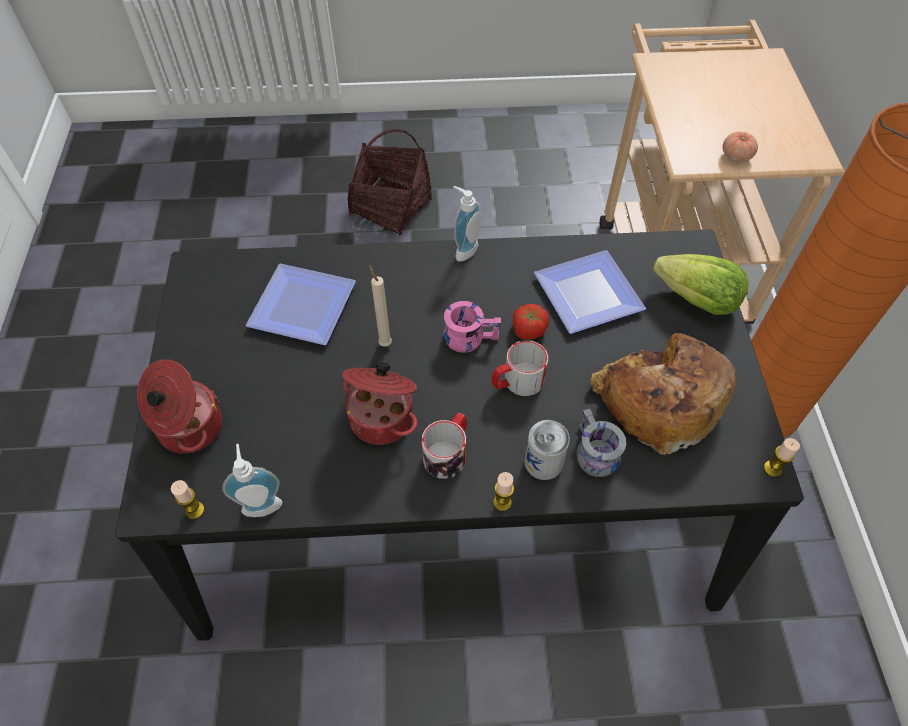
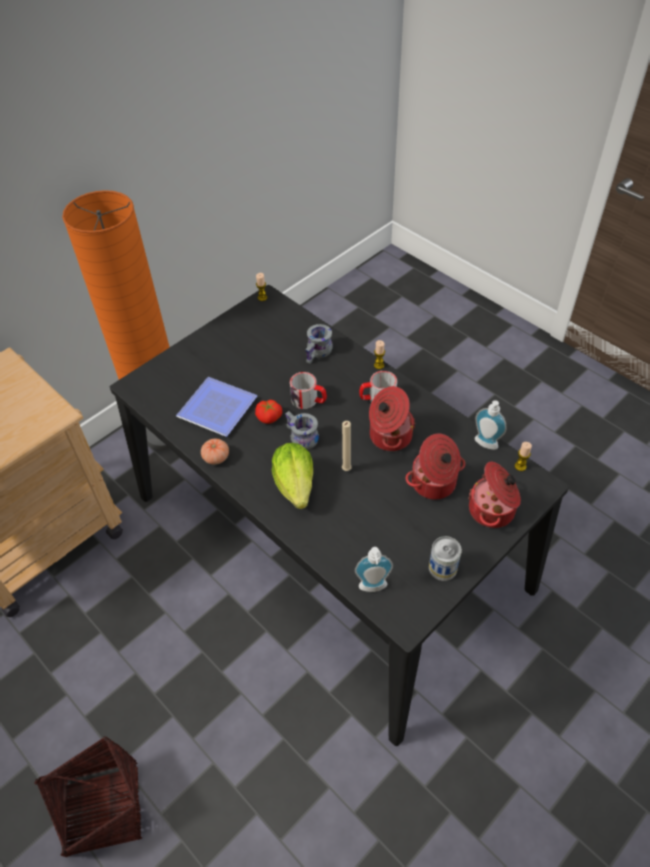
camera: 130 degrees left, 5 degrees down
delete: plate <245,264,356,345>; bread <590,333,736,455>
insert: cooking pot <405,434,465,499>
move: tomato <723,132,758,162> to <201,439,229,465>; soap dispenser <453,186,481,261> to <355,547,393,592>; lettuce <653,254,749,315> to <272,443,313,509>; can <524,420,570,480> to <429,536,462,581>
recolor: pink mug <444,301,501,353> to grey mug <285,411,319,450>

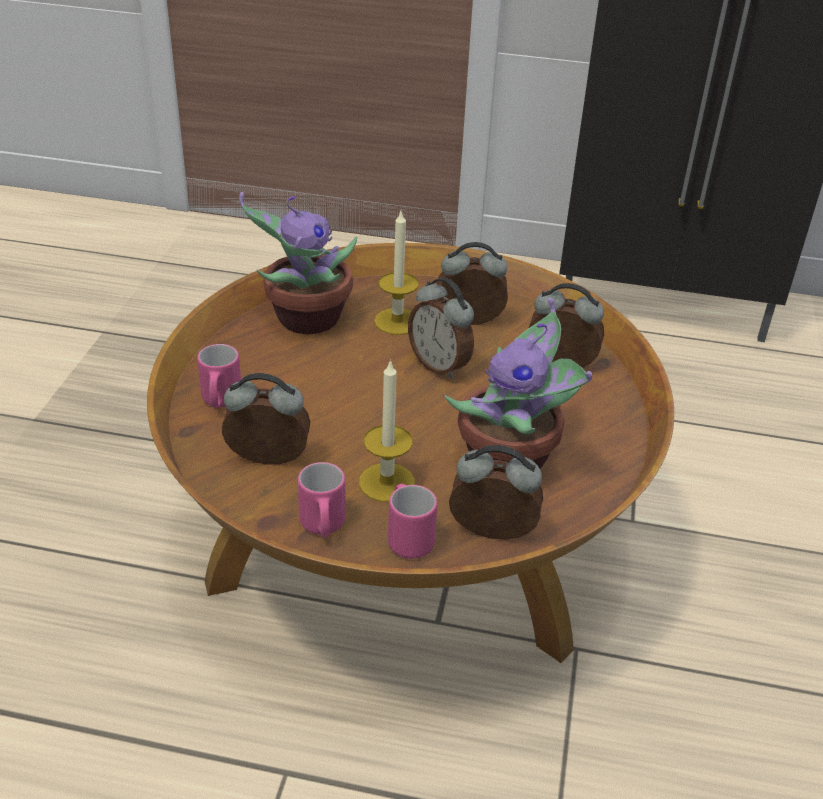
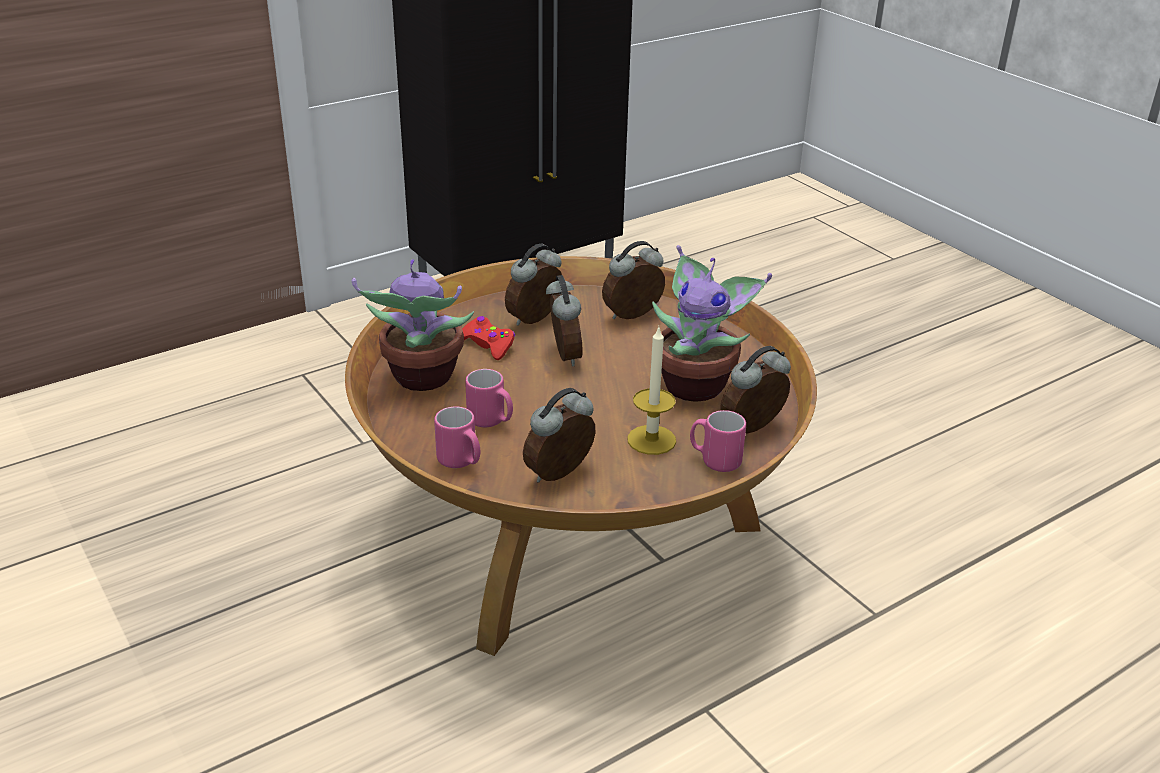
camera: 45 degrees left, 5 degrees down
move: pink mug <298,462,345,538> to <465,369,513,427>
replace: candle <374,209,419,335> to red game controller <462,316,515,360>
rotate: alarm clock <408,278,474,379> = <546,275,583,366> 105 degrees counterclockwise

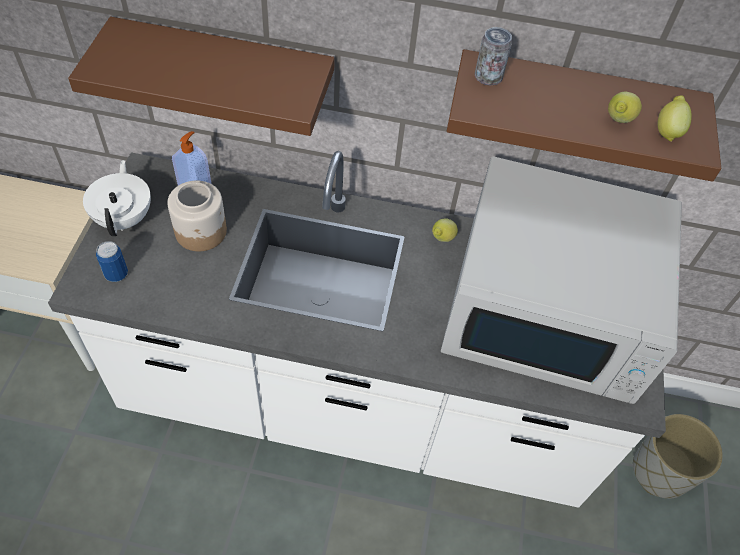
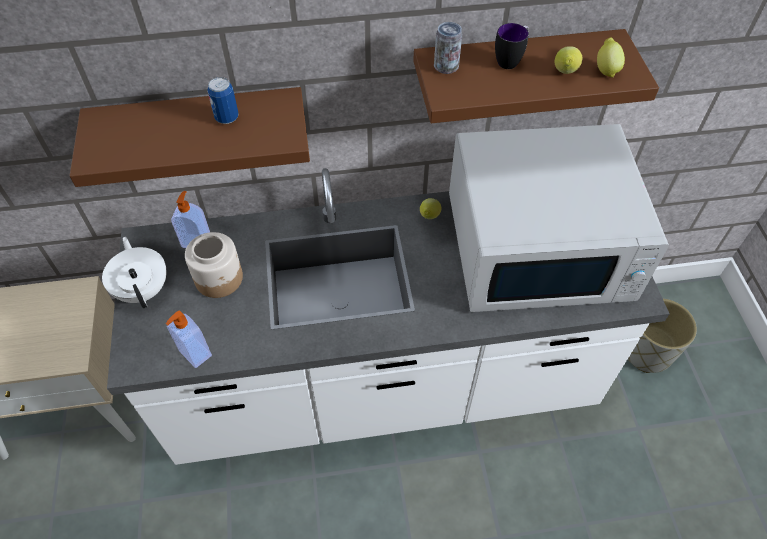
camera: 15 degrees left, 0 degrees up
insert: mug <495,23,529,69>; soap dispenser <166,310,212,368>
move: can <96,241,128,282> to <207,77,239,124>

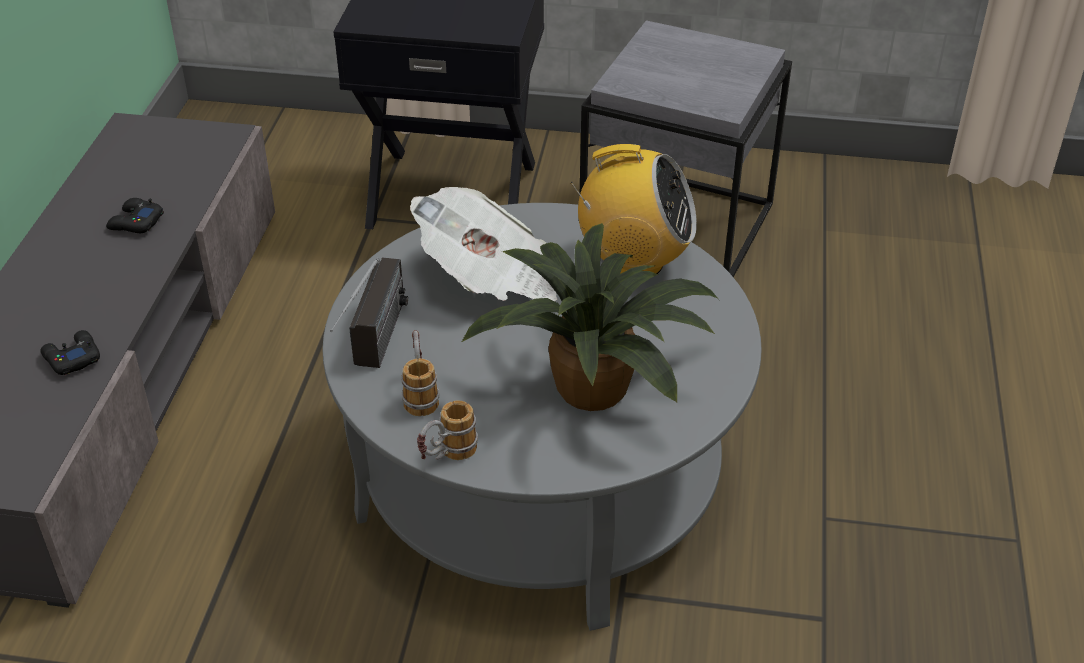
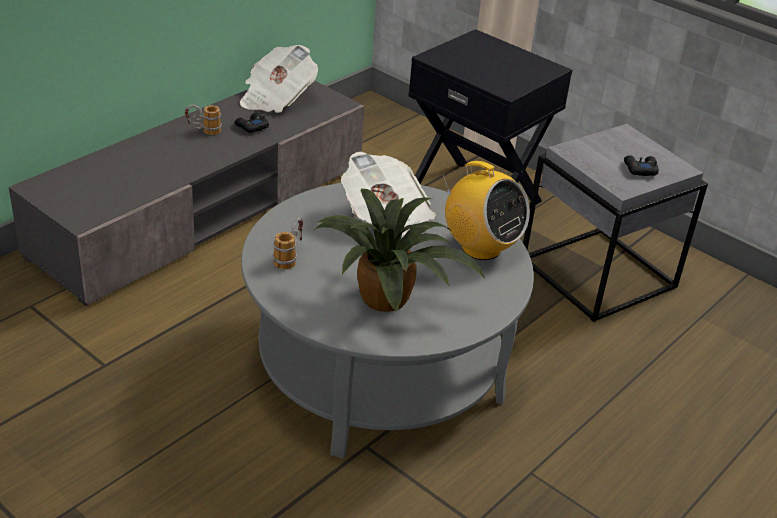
camera: 30 degrees right, 5 degrees down
delete: radio <330,257,408,368>
insert: newspaper <240,45,318,113>
move: black game controller <40,330,100,375> to <624,155,659,176>; mug <417,400,478,460> to <185,105,222,135>

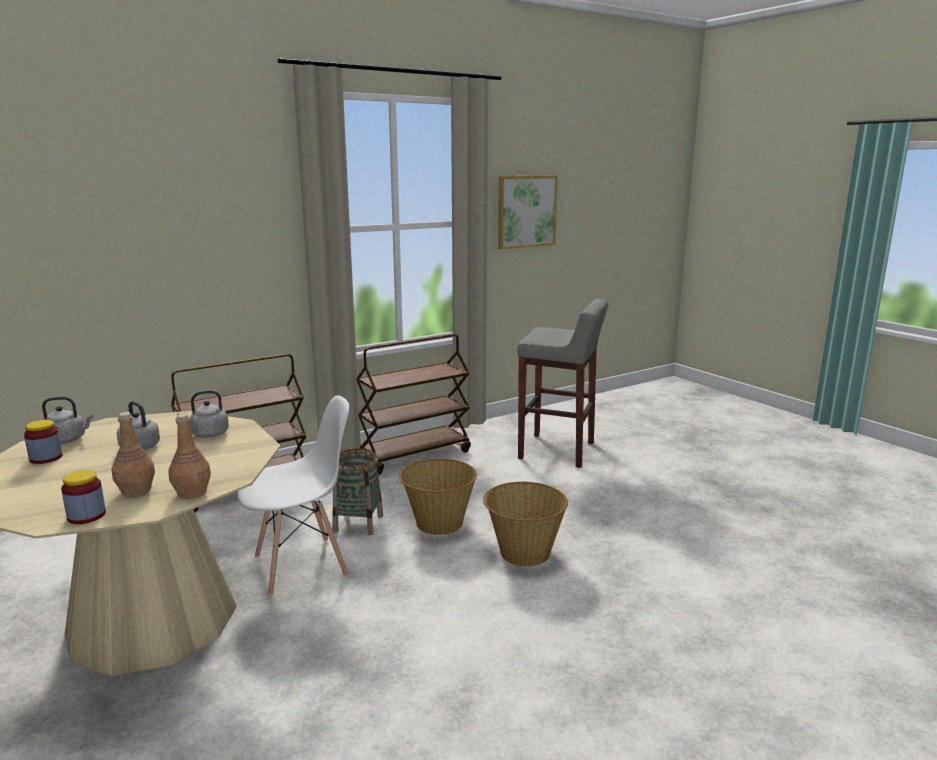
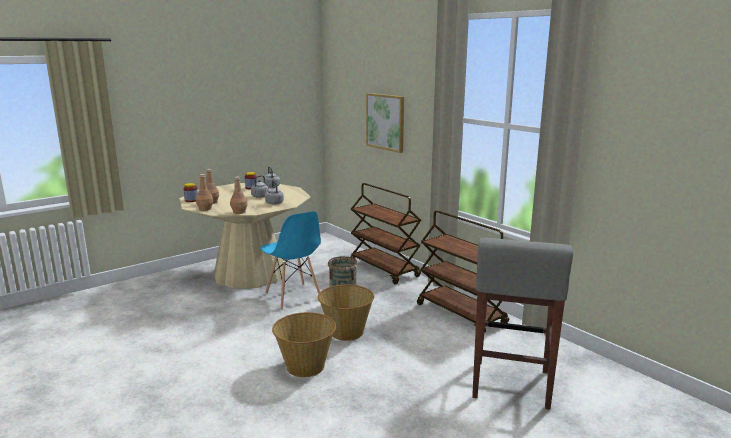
camera: 85 degrees right, 0 degrees up
insert: brown bottle <230,177,248,214>
move: picture <498,175,558,249> to <366,93,404,153>
recolor: white chair <238,395,349,595> to blue chair <260,211,321,310>

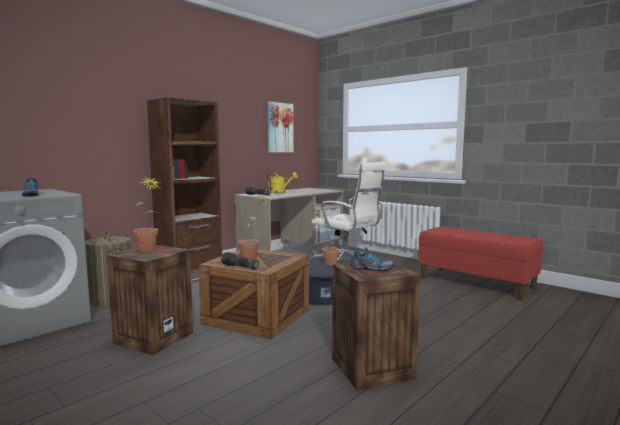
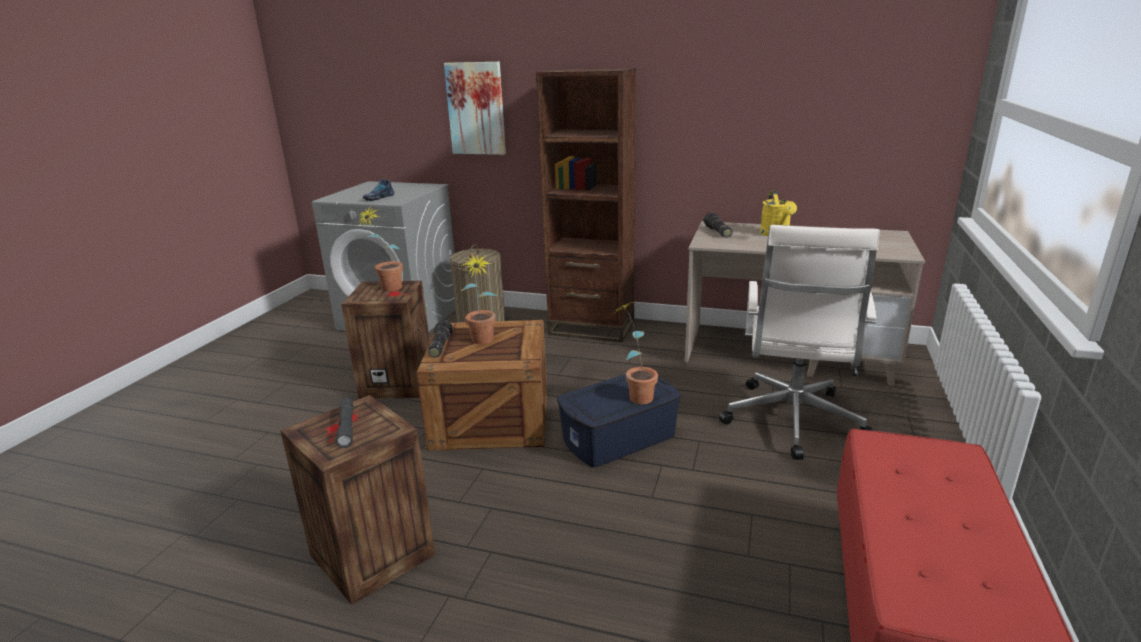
camera: 65 degrees right, 15 degrees up
move: picture <268,102,294,153> to <444,62,506,155>
replace: shoe <351,247,395,271> to grey flashlight <336,398,354,448>

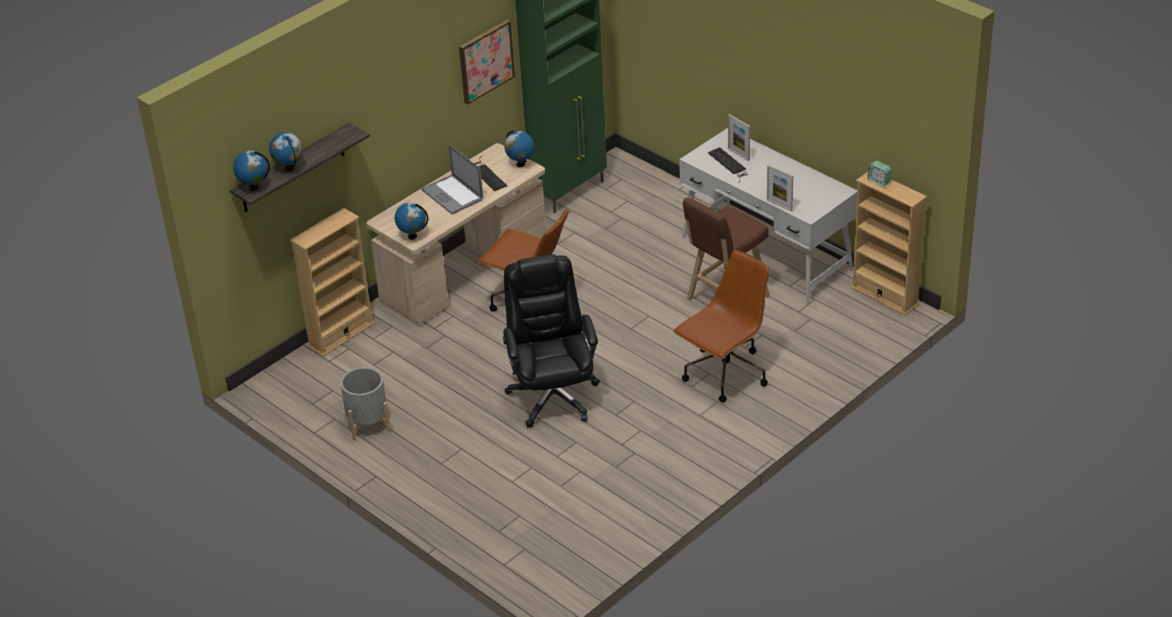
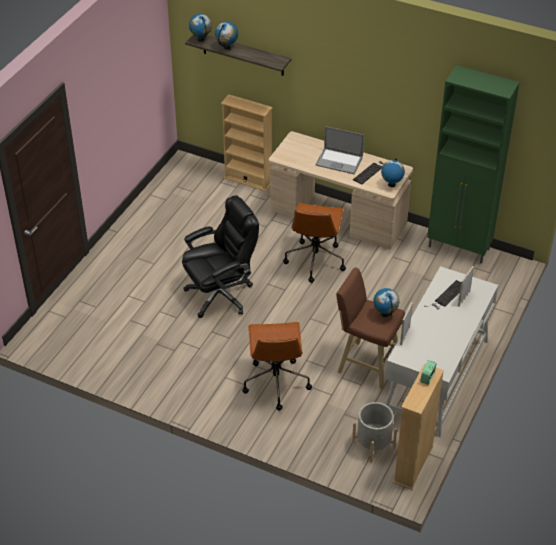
camera: 70 degrees right, 5 degrees up
delete: picture <459,20,515,105>
move: globe <395,202,428,240> to <373,288,399,317>; grey planter <341,367,391,441> to <352,402,397,463>
rotate: laptop <421,144,483,214> = <316,126,364,174> 105 degrees counterclockwise; brown office chair <673,250,770,403> = <242,322,312,411> 60 degrees clockwise

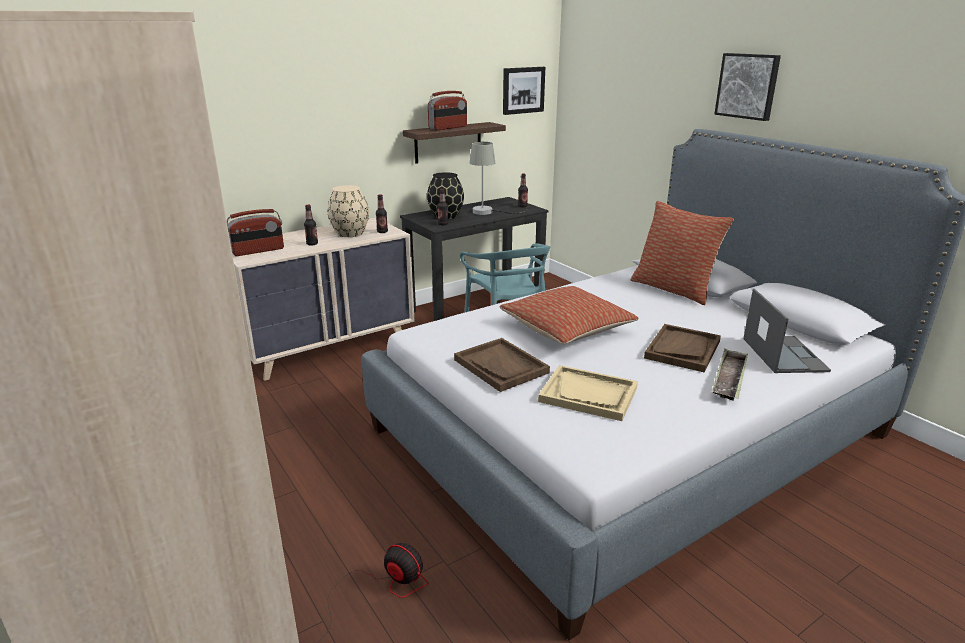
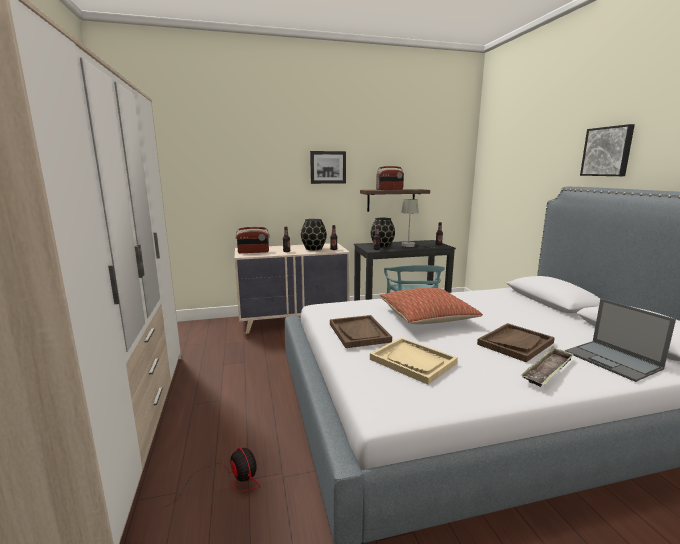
camera: 20 degrees right, 10 degrees down
delete: pillow <631,201,734,305>
move: picture <503,67,545,115> to <310,151,346,184>
recolor: beige vase <327,185,369,237> to black vase <301,219,327,250>
rotate: laptop <743,289,831,373> = <565,299,676,382> 135 degrees clockwise

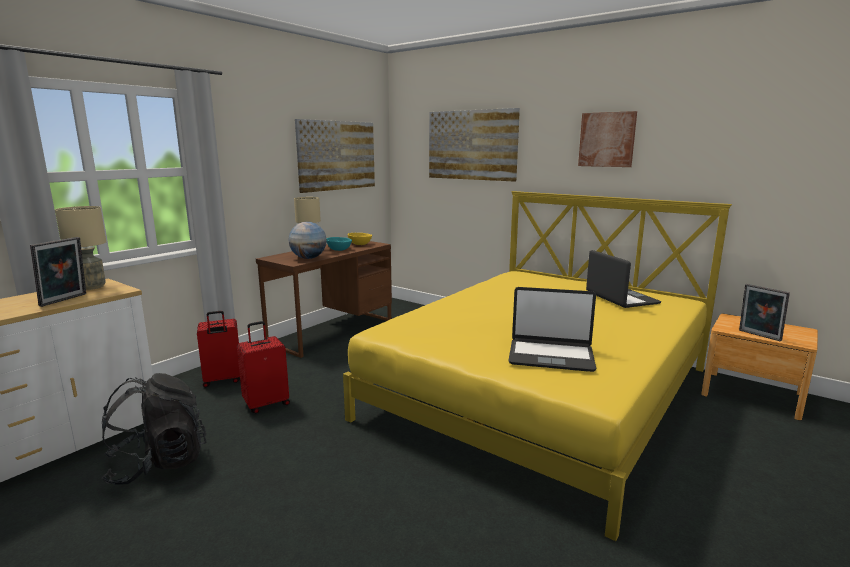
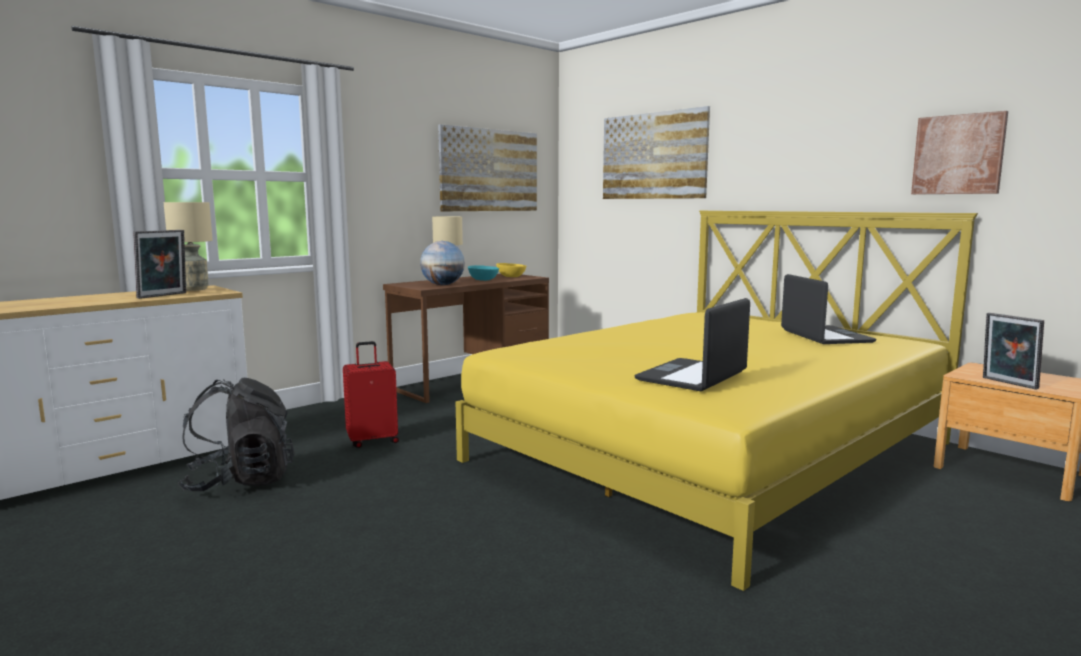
camera: 10 degrees right, 5 degrees down
delete: red suitcase <197,311,240,387>
move: picture <578,111,637,167> to <911,111,1008,194>
rotate: laptop <508,287,596,372> = <635,298,750,391> 105 degrees clockwise

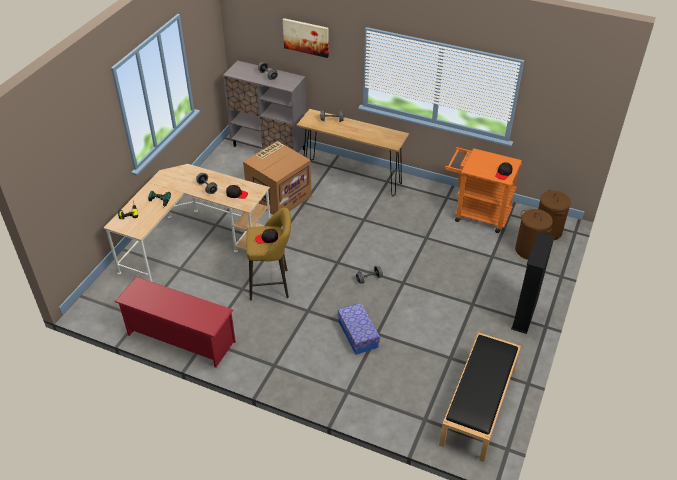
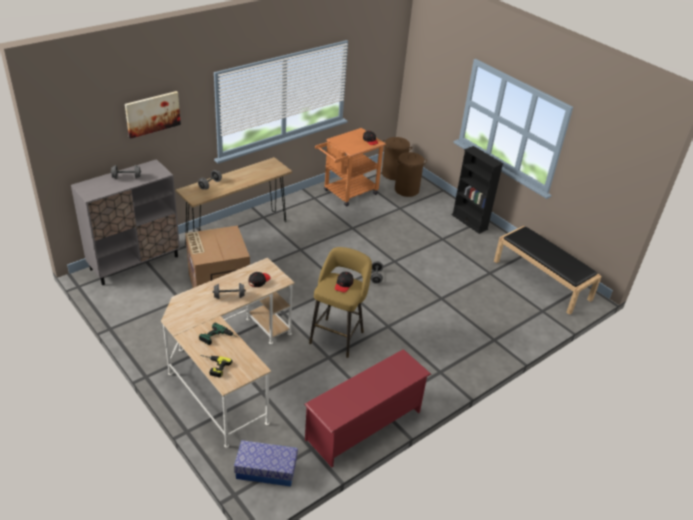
camera: 65 degrees left, 5 degrees down
move: storage box <338,303,380,355> to <234,440,298,487>

